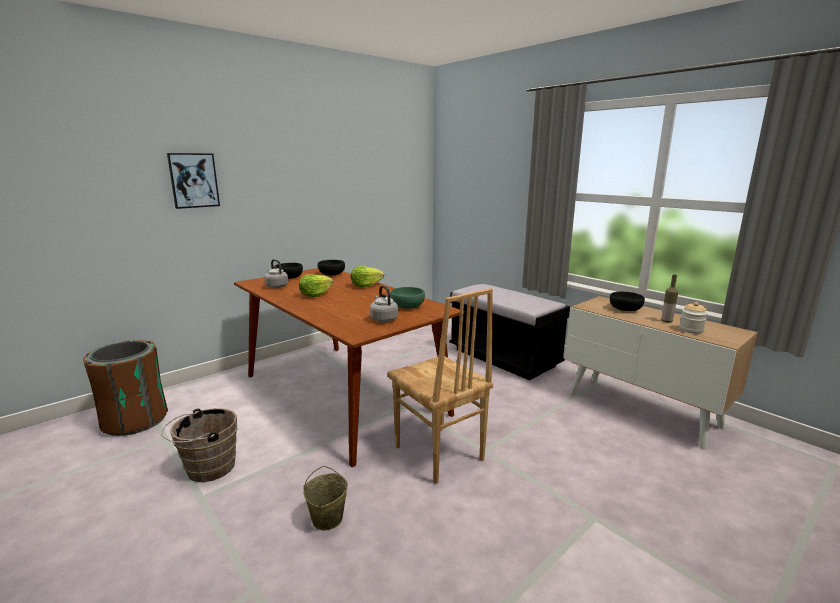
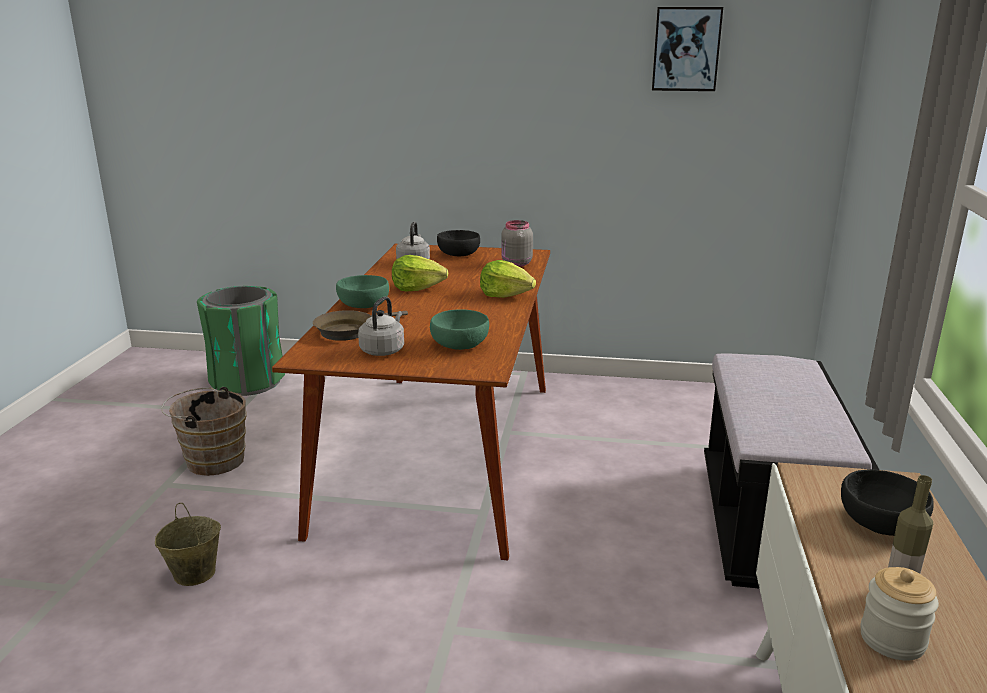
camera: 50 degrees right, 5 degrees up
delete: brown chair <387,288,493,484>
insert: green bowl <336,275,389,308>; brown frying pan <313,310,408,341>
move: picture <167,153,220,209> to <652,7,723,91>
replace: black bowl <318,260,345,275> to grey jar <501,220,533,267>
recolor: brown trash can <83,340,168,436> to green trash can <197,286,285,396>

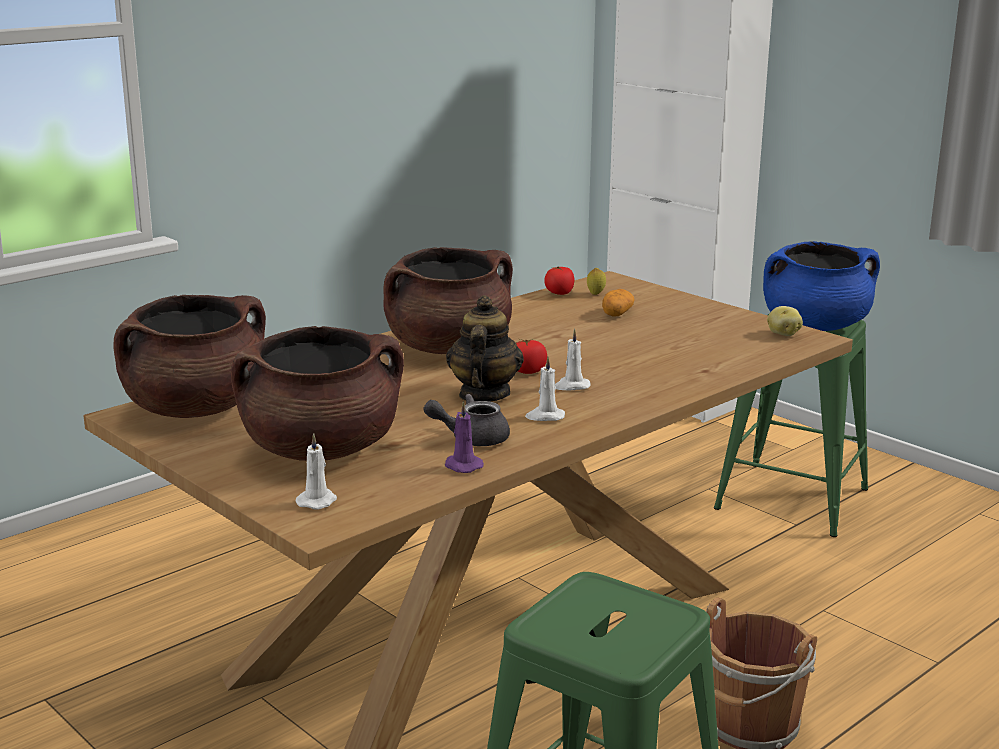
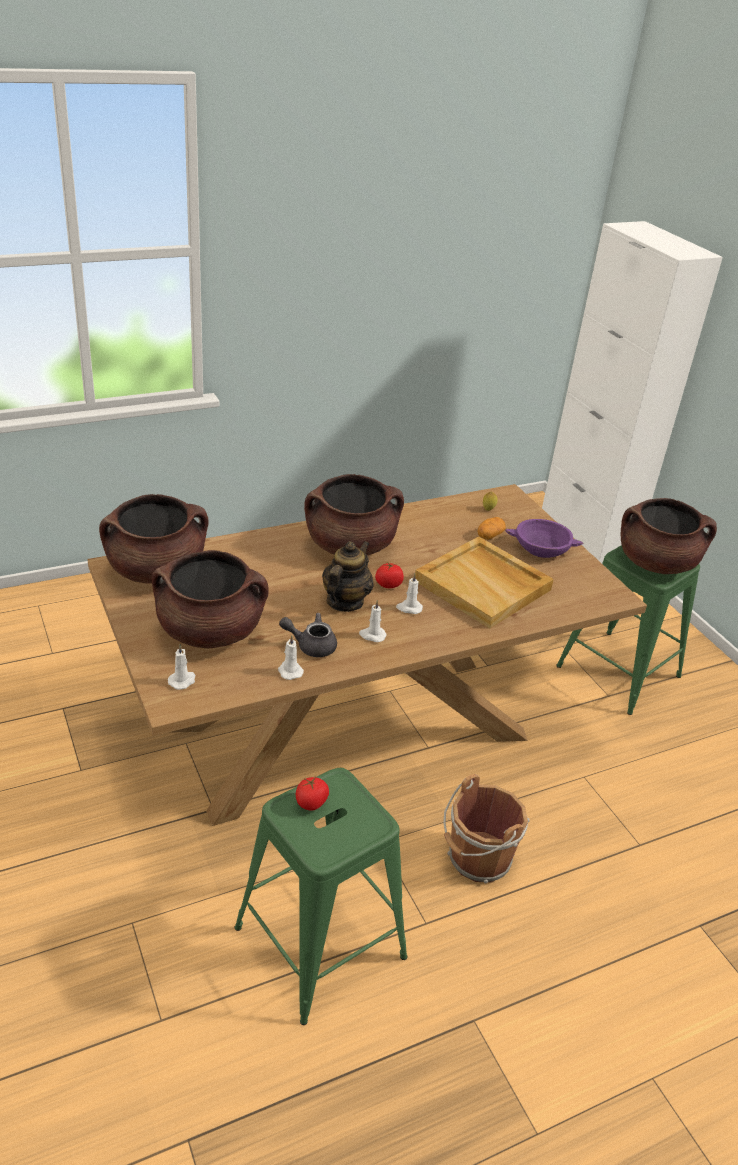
camera: 15 degrees right, 15 degrees up
delete: potato <767,306,803,336>
insert: purple bowl <505,519,583,558>; beige tray <415,537,554,629>
move: tomato <545,266,575,295> to <296,777,329,811>
recolor: blue cooking pot <763,241,880,331> to brown cooking pot <621,498,717,574>; purple candle <445,401,484,473> to white candle <278,635,304,680>

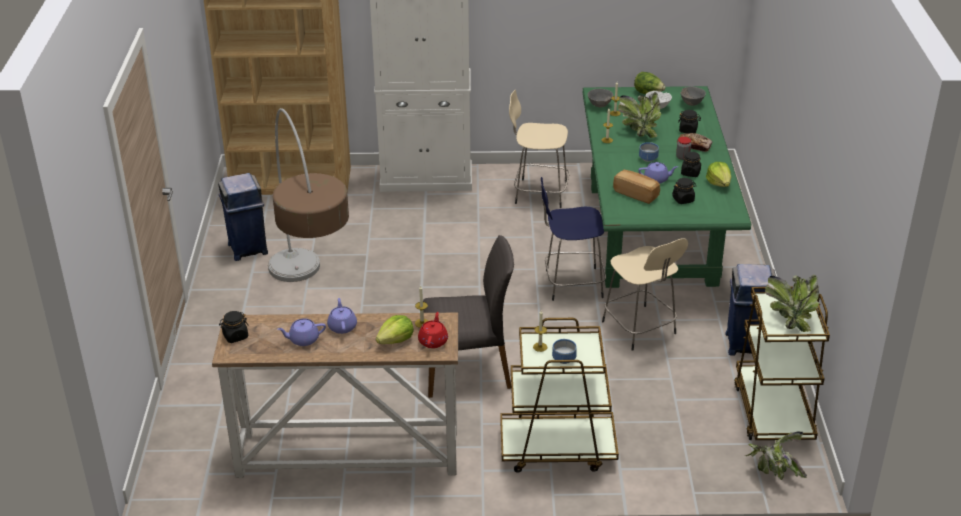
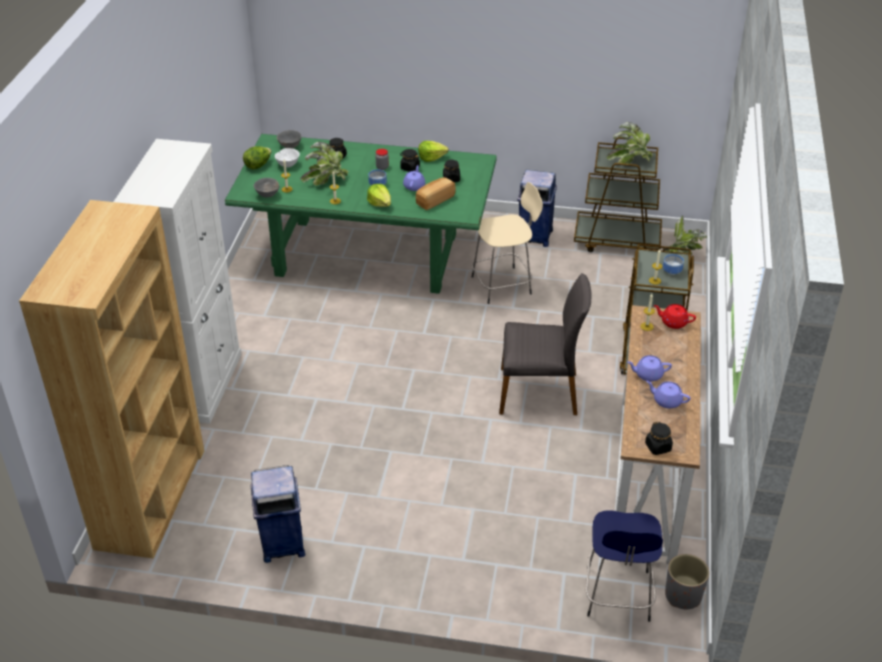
camera: 80 degrees left, 5 degrees up
delete: beige stool <509,90,570,208>; floor lamp <268,108,349,282>; bread <677,133,713,152>
insert: grey planter <665,554,709,609>
move: blue stool <541,177,606,301> to <586,510,663,622>; lettuce <376,315,414,344> to <367,184,391,207>
rotate: grey chair <423,235,514,398> = <499,273,592,415> 90 degrees clockwise; purple teapot <277,318,326,346> = <646,381,690,409> 120 degrees clockwise

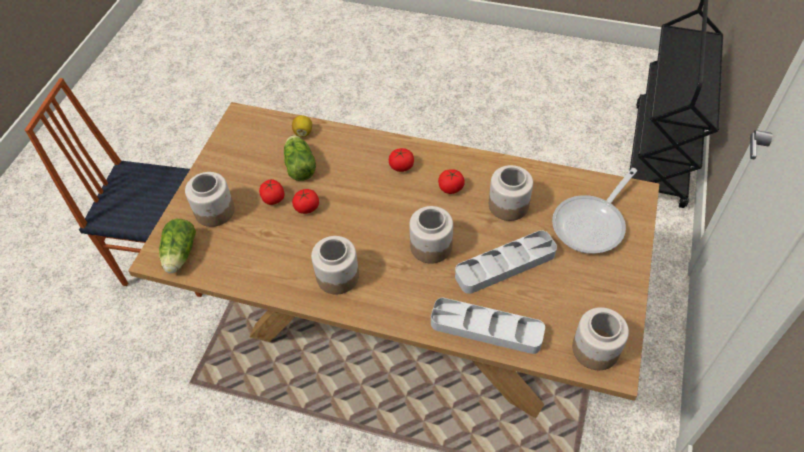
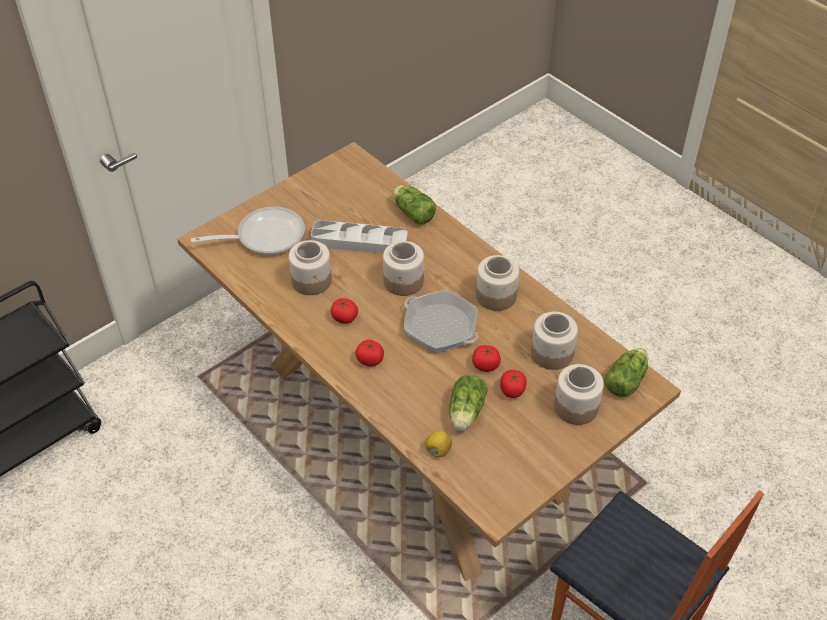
camera: 150 degrees left, 5 degrees down
insert: frying pan <404,290,478,352>
move: jar <572,307,629,370> to <531,312,578,370>
replace: grey tray <431,298,545,354> to lettuce <393,185,436,225>

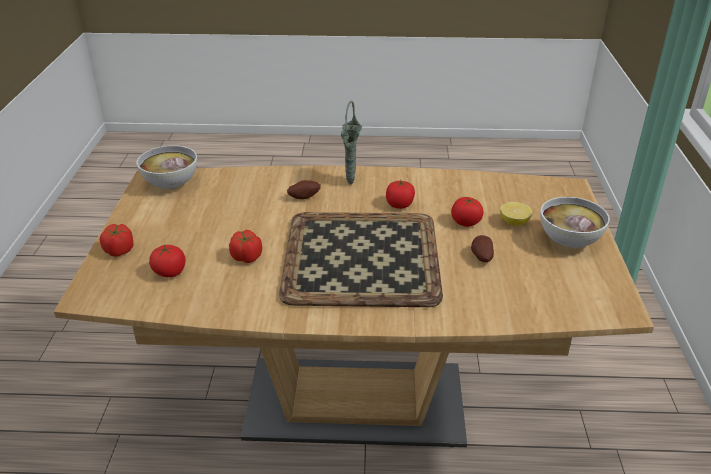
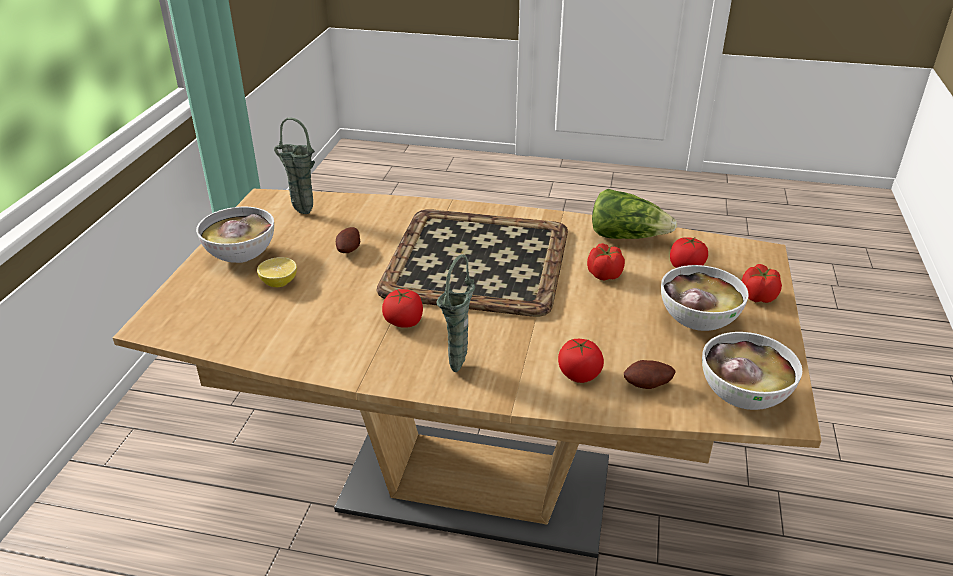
camera: 170 degrees left, 0 degrees up
insert: green vase <274,118,315,214>; lettuce <592,189,677,239>; bowl <661,265,749,331>
move: potato <287,180,321,199> to <624,360,676,389>; tomato <451,197,483,227> to <558,339,604,383>

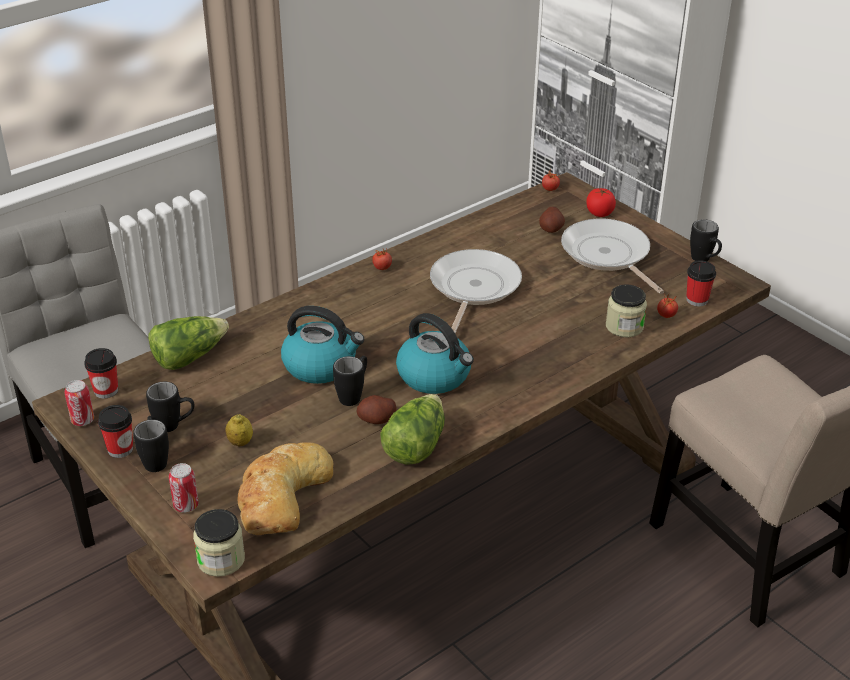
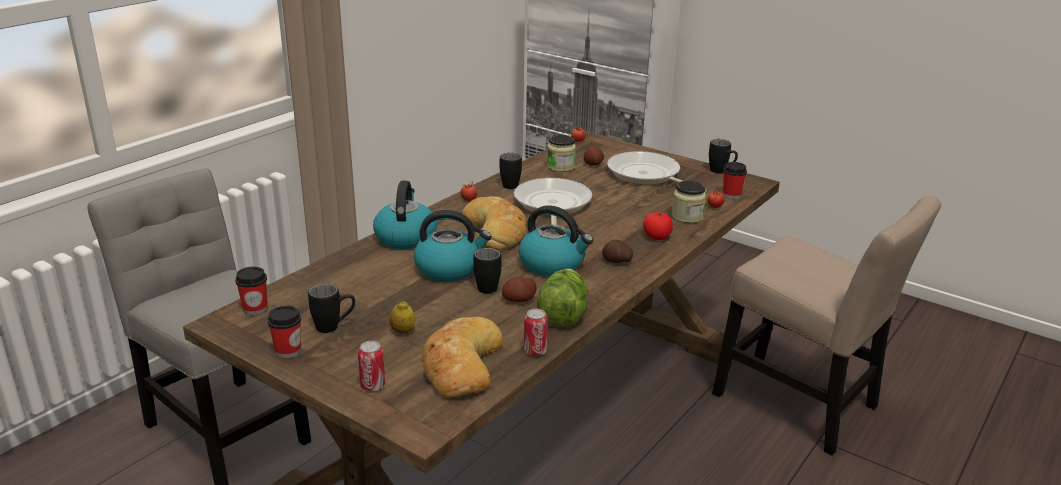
camera: 15 degrees left, 10 degrees down
delete: lettuce <148,316,229,370>
insert: kettle <373,181,437,249>; bread <462,196,527,251>; potato <602,239,633,263>
move: tomato <586,188,616,217> to <643,212,673,240>; can <64,380,94,426> to <524,309,548,356>; black mug <133,416,169,472> to <500,153,522,189>; jar <193,509,245,577> to <547,135,576,172>

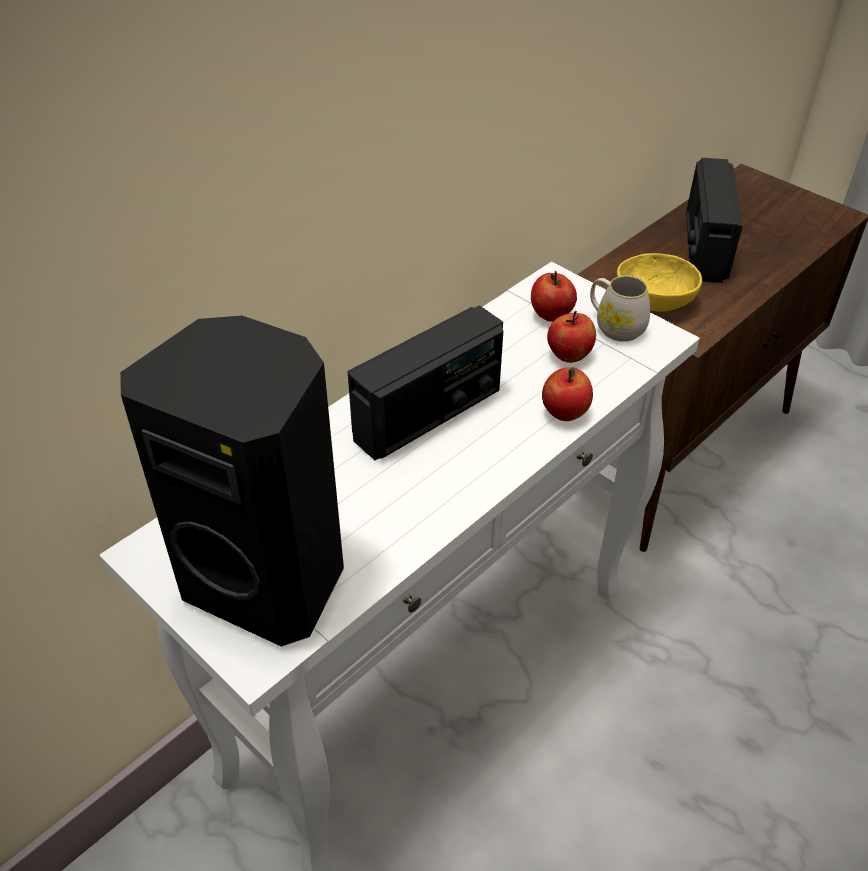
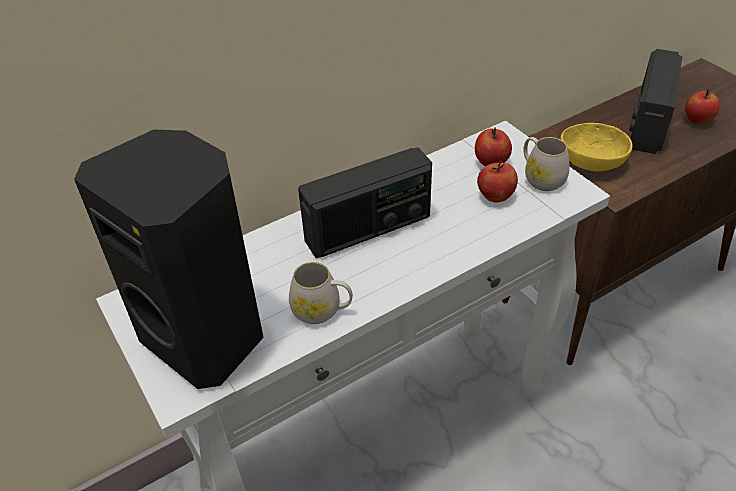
camera: 15 degrees right, 0 degrees up
insert: white mug <289,262,353,324>
move: apple <542,367,593,421> to <685,89,720,125>

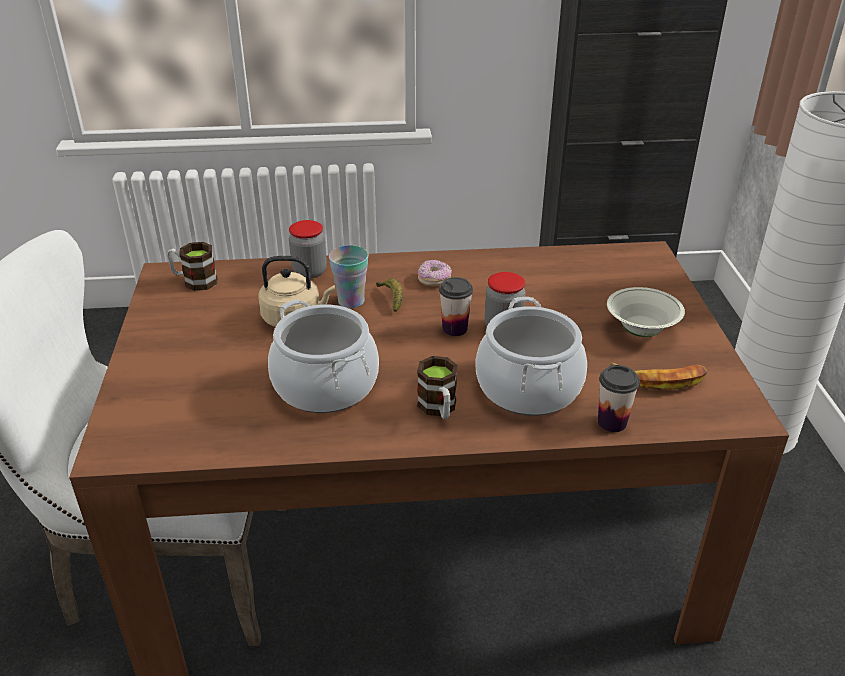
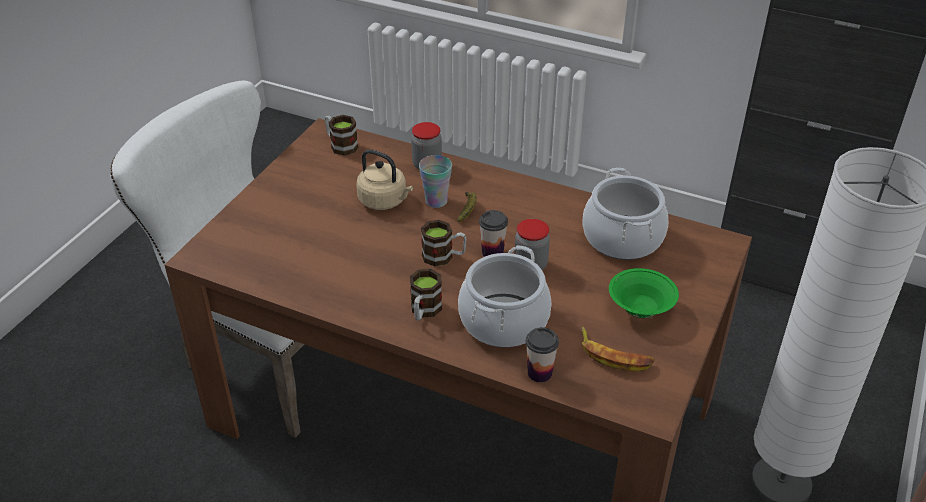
camera: 30 degrees right, 5 degrees up
delete: donut <418,259,452,286>
insert: mug <421,220,467,266>
move: cooking pot <268,299,379,413> to <582,168,668,260>
recolor: white bowl <607,287,685,337> to green bowl <609,268,679,318>

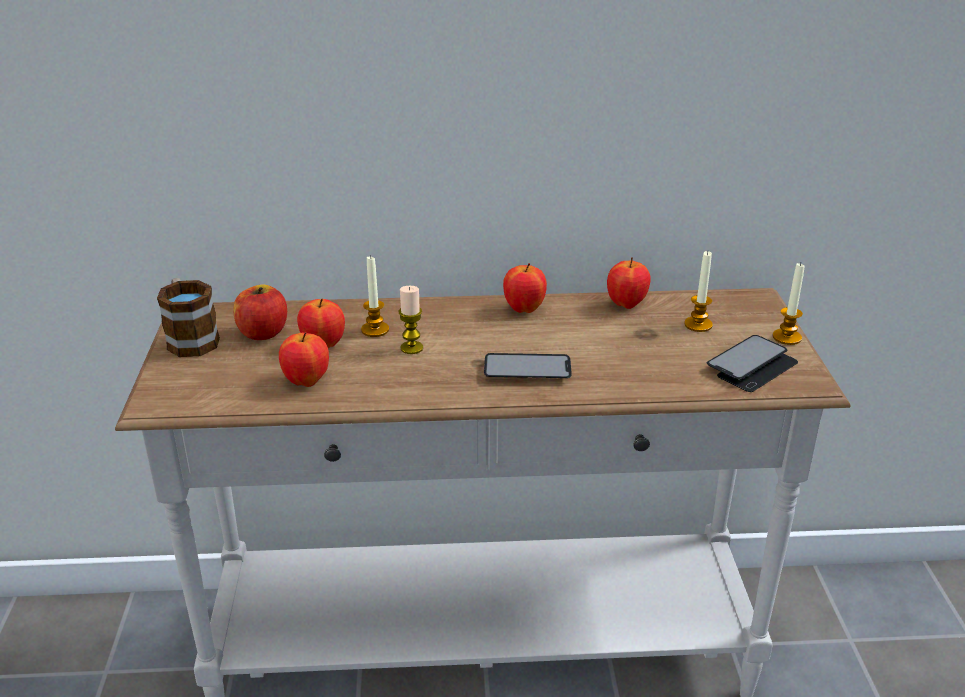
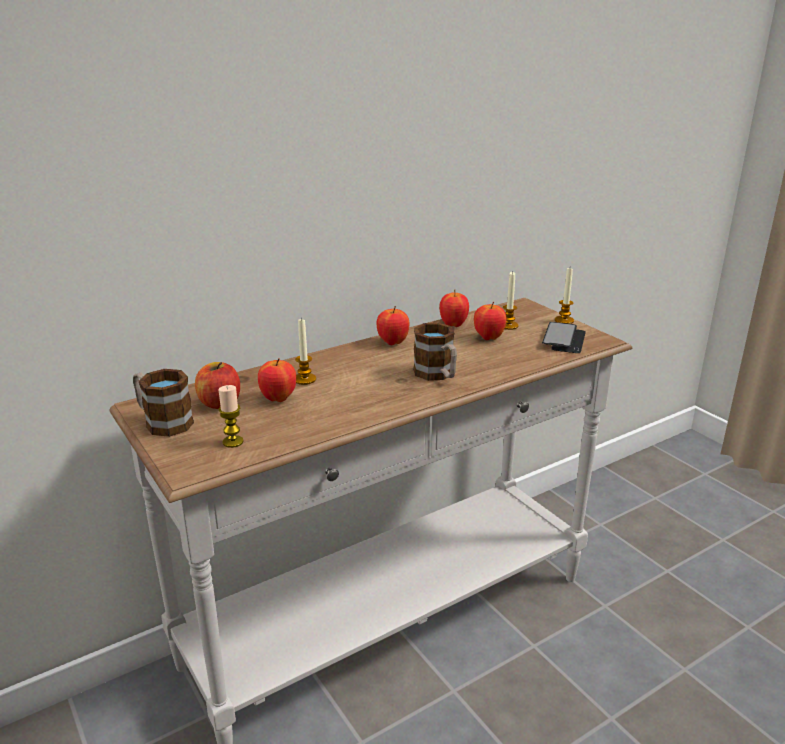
camera: 30 degrees left, 5 degrees down
move: candle <398,286,423,354> to <218,385,244,448>; apple <279,332,329,387> to <474,302,507,340>
replace: phone <484,353,572,378> to mug <413,323,457,381>

